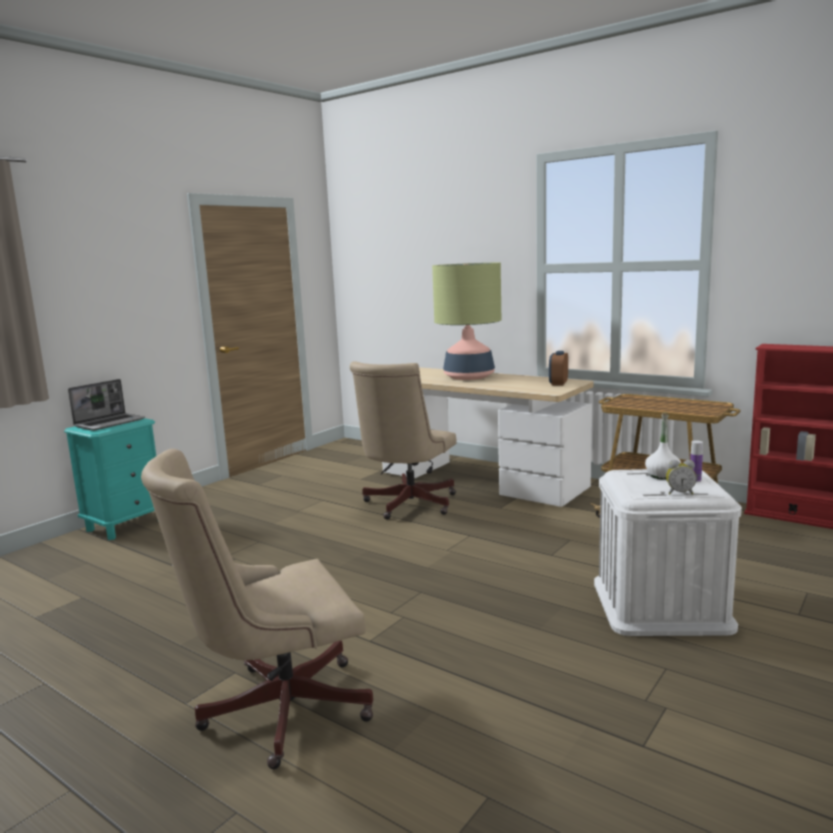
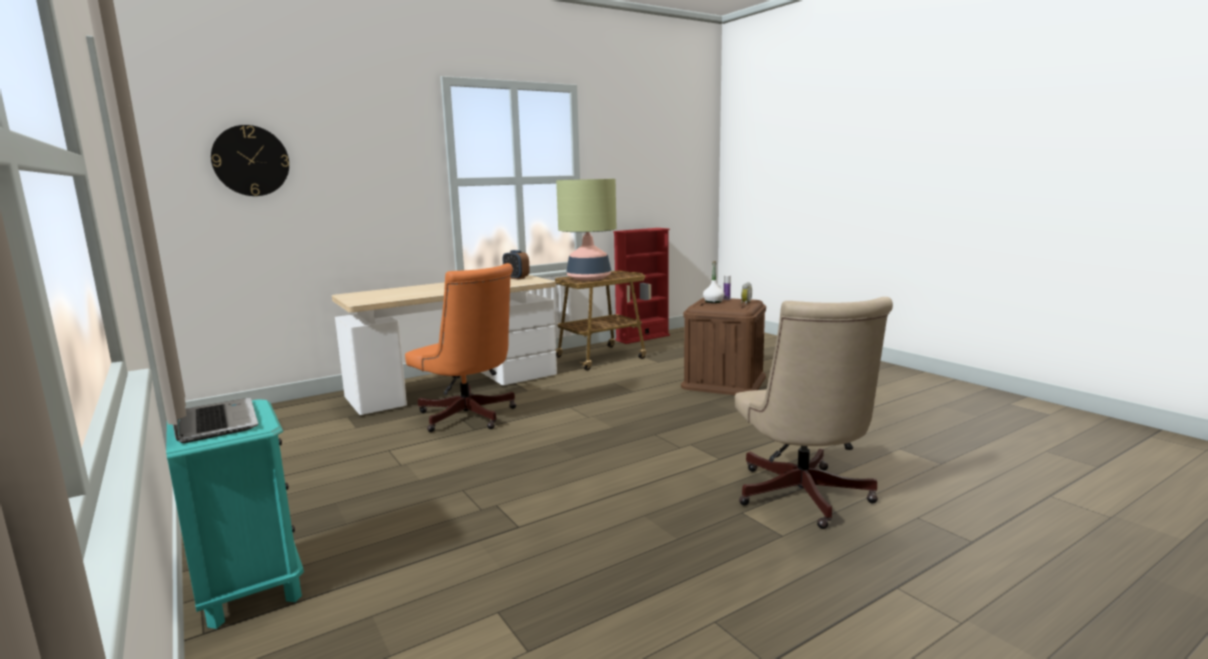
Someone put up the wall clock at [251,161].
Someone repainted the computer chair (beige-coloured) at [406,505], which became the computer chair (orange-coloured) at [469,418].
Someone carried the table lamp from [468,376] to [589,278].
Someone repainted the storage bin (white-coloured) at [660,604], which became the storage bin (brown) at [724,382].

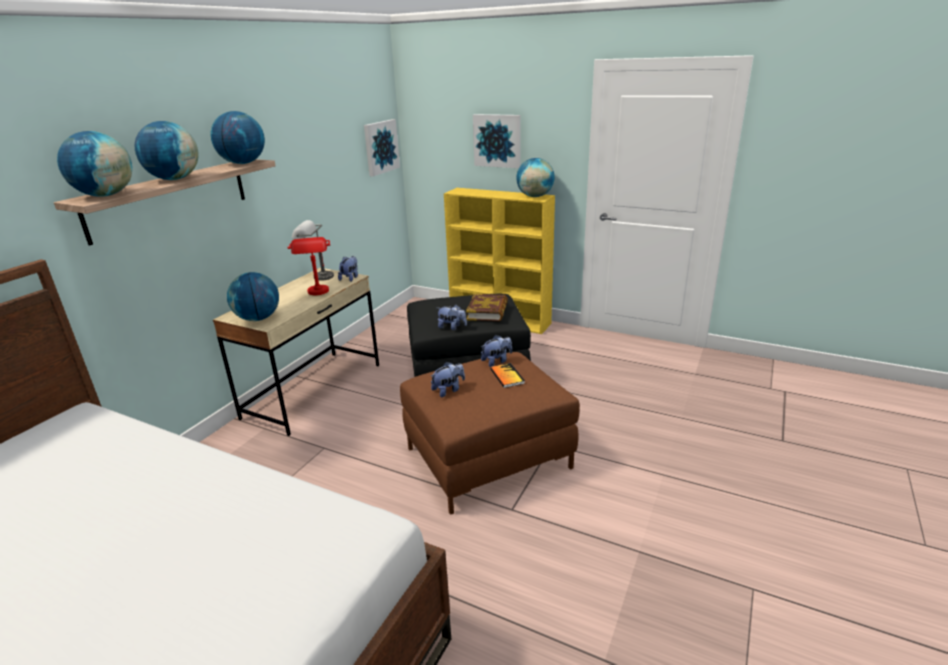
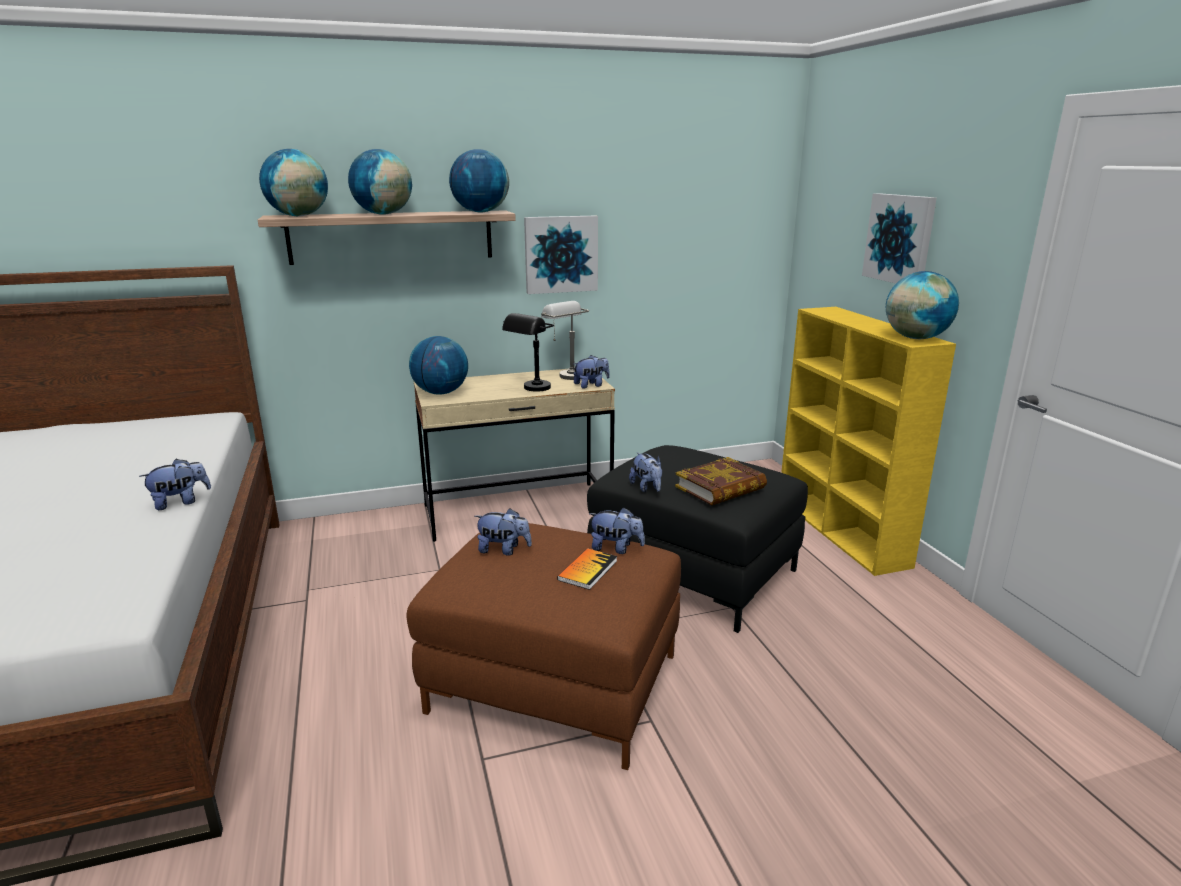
Someone put down the cuddly toy at [180,502].
Someone repainted the table lamp (red-coloured) at [318,294], which became the table lamp (black-coloured) at [531,390].
Someone carried the picture from [380,147] to [561,254].

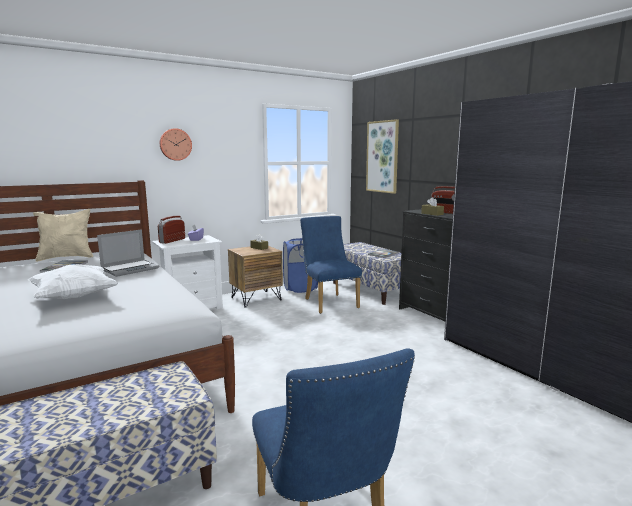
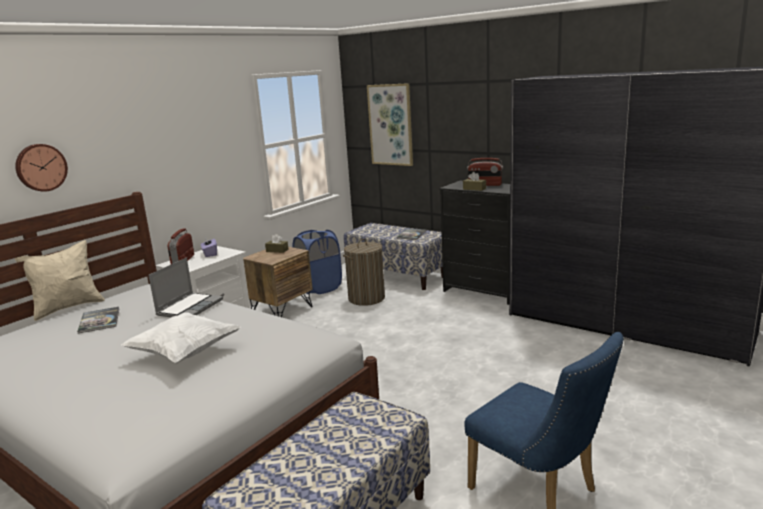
Someone carried the wall clock from [175,144] to [40,167].
Someone swapped the chair (blue) at [329,302] for the laundry basket at [366,298].

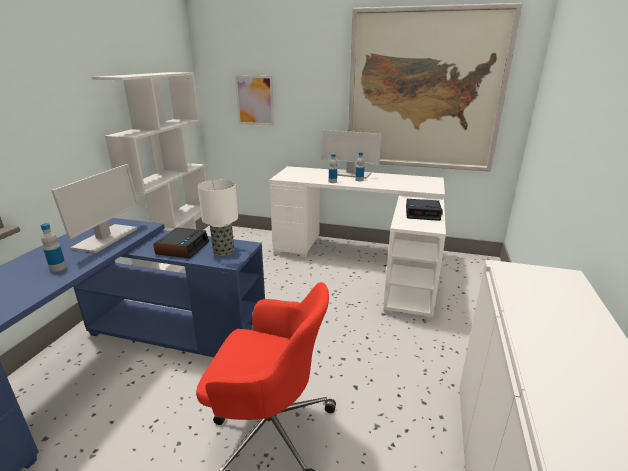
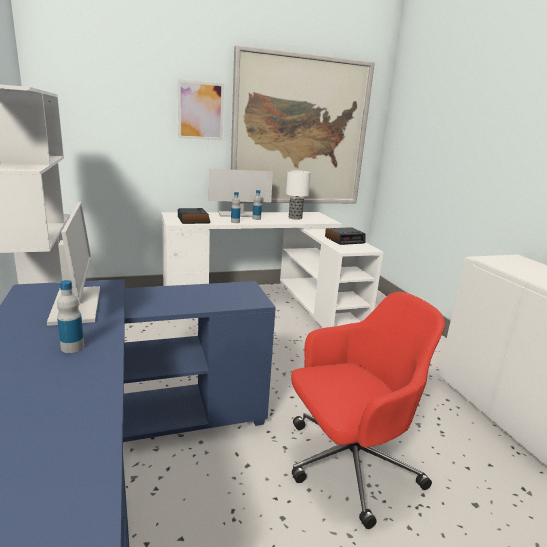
Someone carried the picture from [255,100] to [200,111].
Someone carried the alarm clock from [182,248] to [193,220].
Someone carried the table lamp from [224,251] to [295,218].

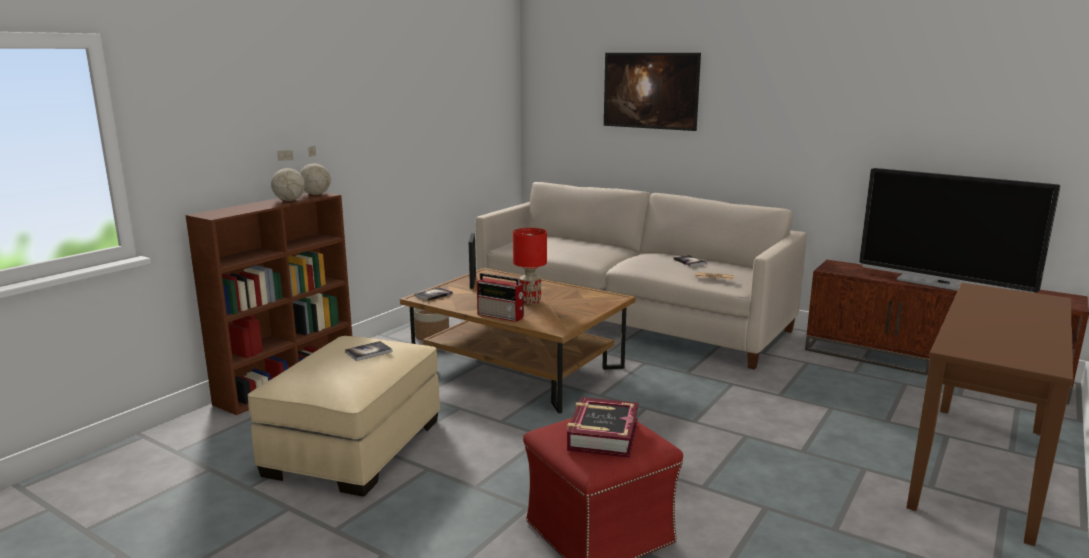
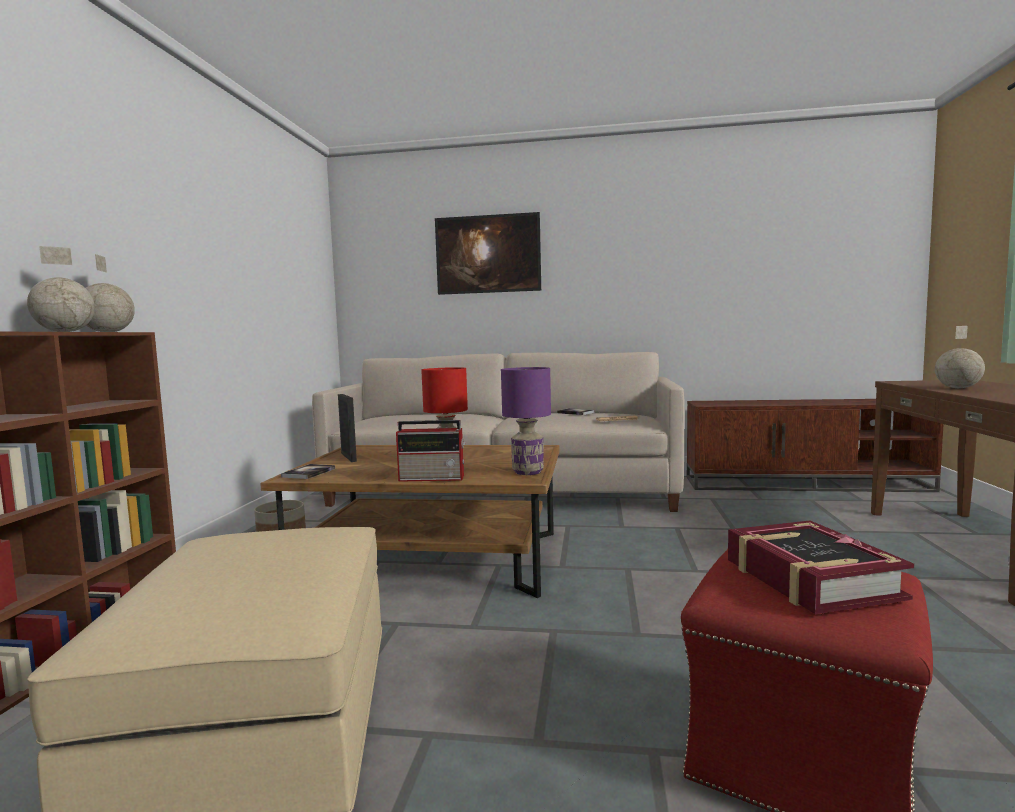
Someone put down the table lamp (purple) at [528,472].
Someone put down the desk globe at [958,388].
Someone took away the book at [368,352].
Someone took away the television at [943,284].

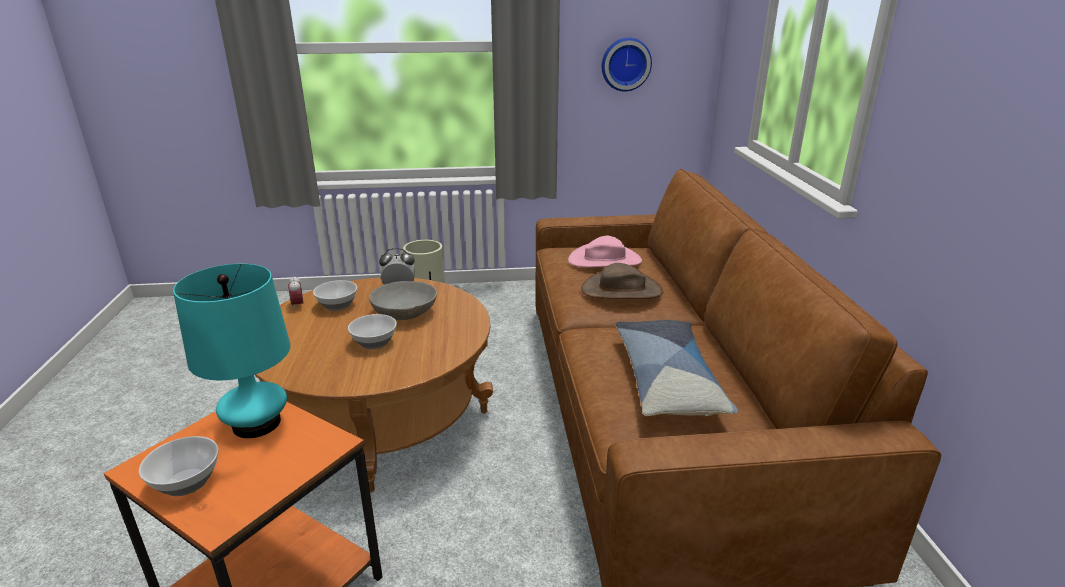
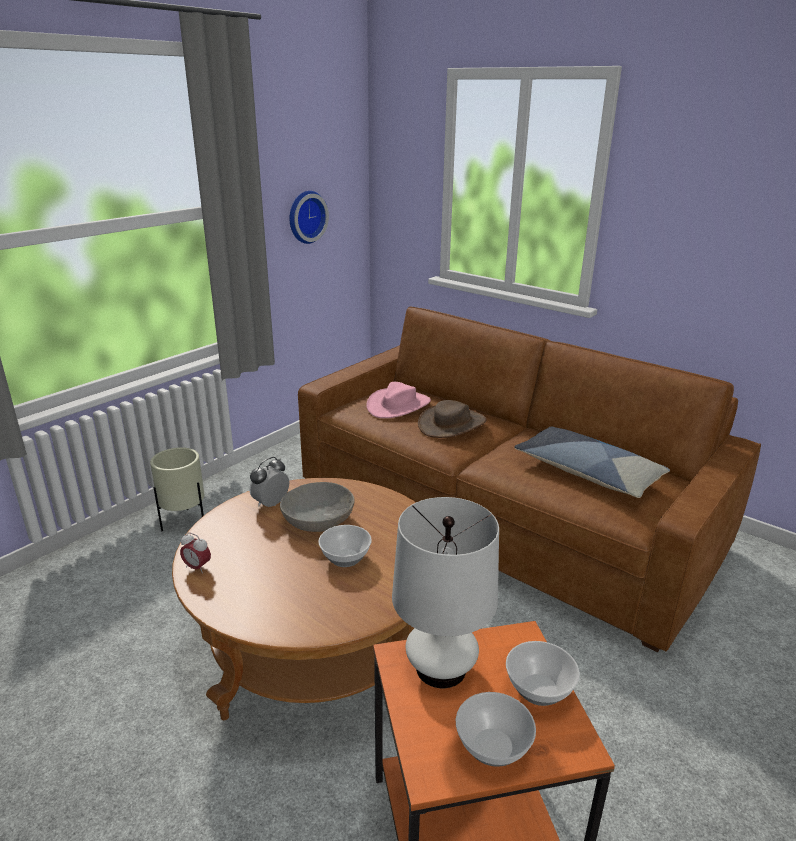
Someone repainted the table lamp (turquoise-coloured) at [256,423], which became the table lamp (white-coloured) at [440,668].
Someone carried the deep dish from [338,305] to [539,688].

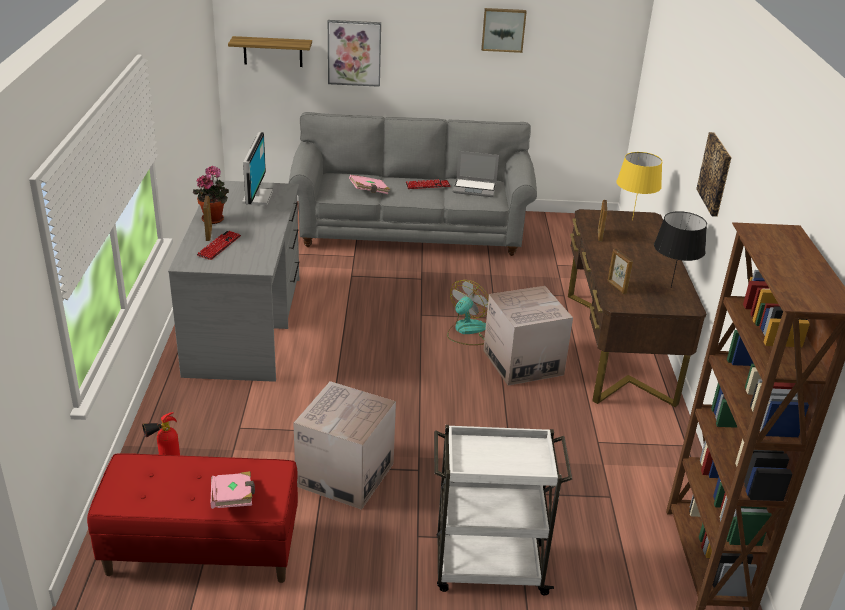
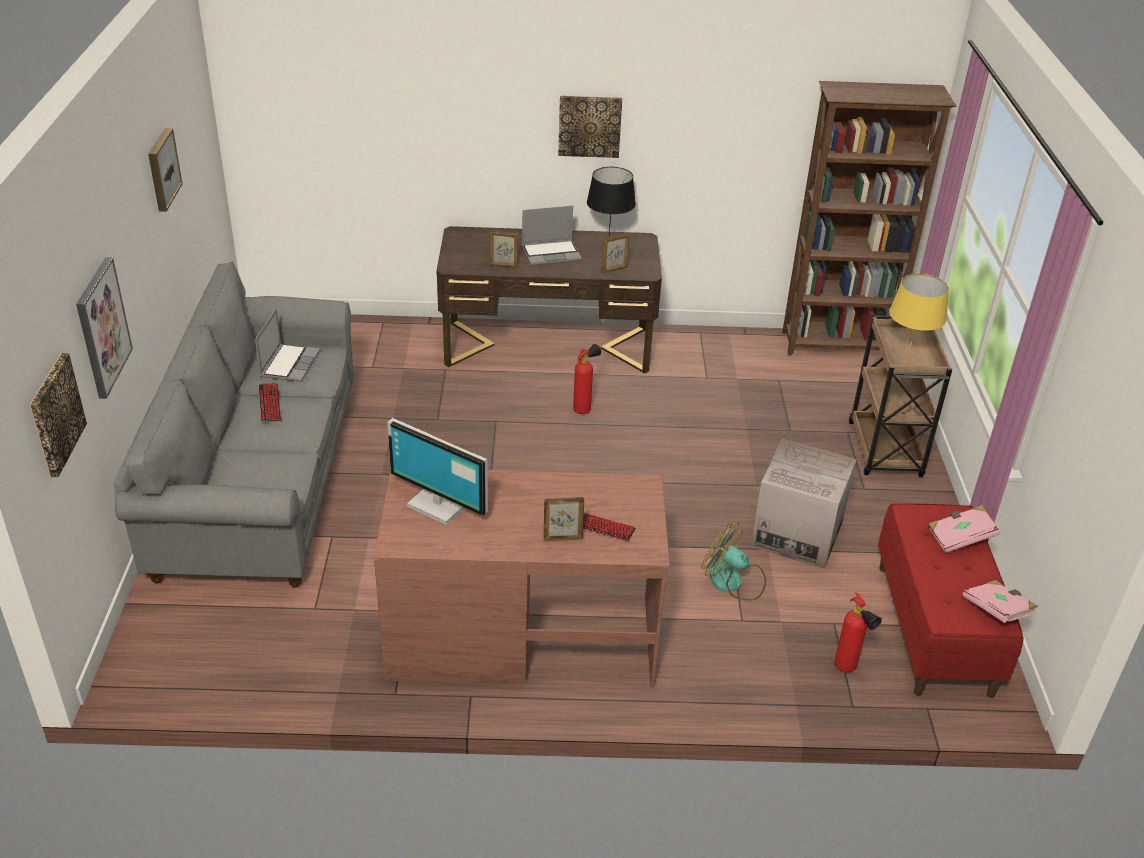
Someone swapped the shelf at [273,51] for the picture at [55,414].
Someone repainted the desk table (greyish) at [246,324], which became the desk table (brown) at [521,635].
Someone rotated the computer display at [256,197] by 150 degrees counterclockwise.
Someone put down the portable computer at [551,253].
Someone swapped the packing box at [523,362] for the fire extinguisher at [584,409].
Someone carried the fan from [466,331] to [733,581].
Someone repainted the cart (white-coloured) at [487,567], which became the cart (brown) at [885,451].
Someone carried the table lamp (yellow-coloured) from [632,220] to [907,357].
Someone carried the book (pink-coloured) from [369,191] to [997,610].
Someone took away the potted plant at [214,219].

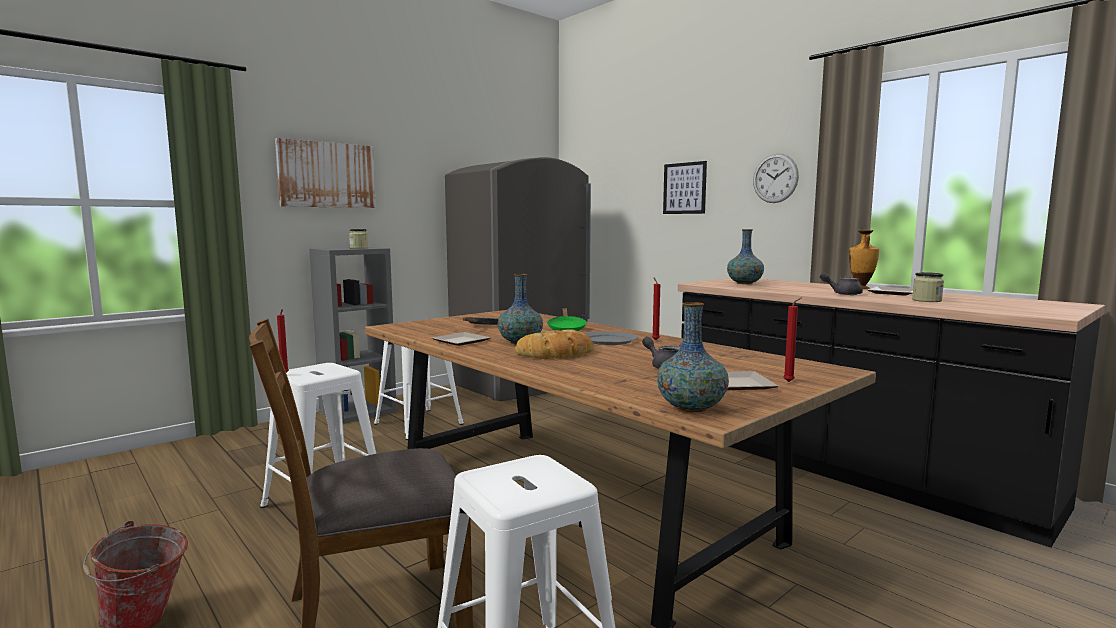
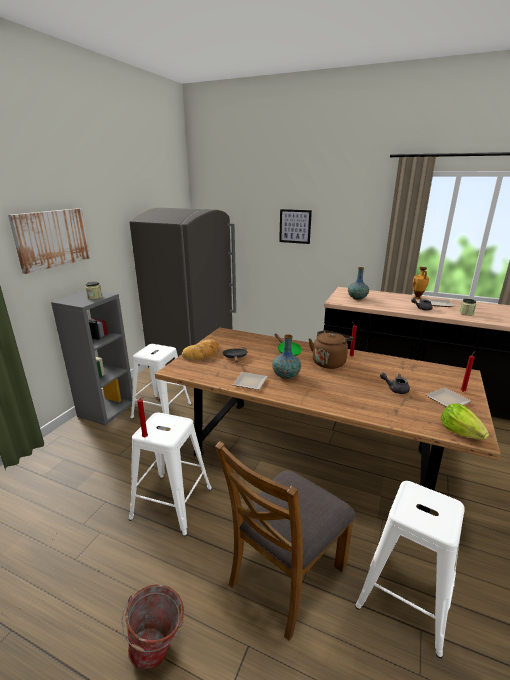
Someone carried the bread from [556,354] to [202,353].
Someone swapped the plate (greyish) at [609,340] for the kettle (brown) at [329,362].
Someone swapped the flower vase at [691,408] for the lettuce head at [460,432].
Someone took away the wall clock at [775,178].

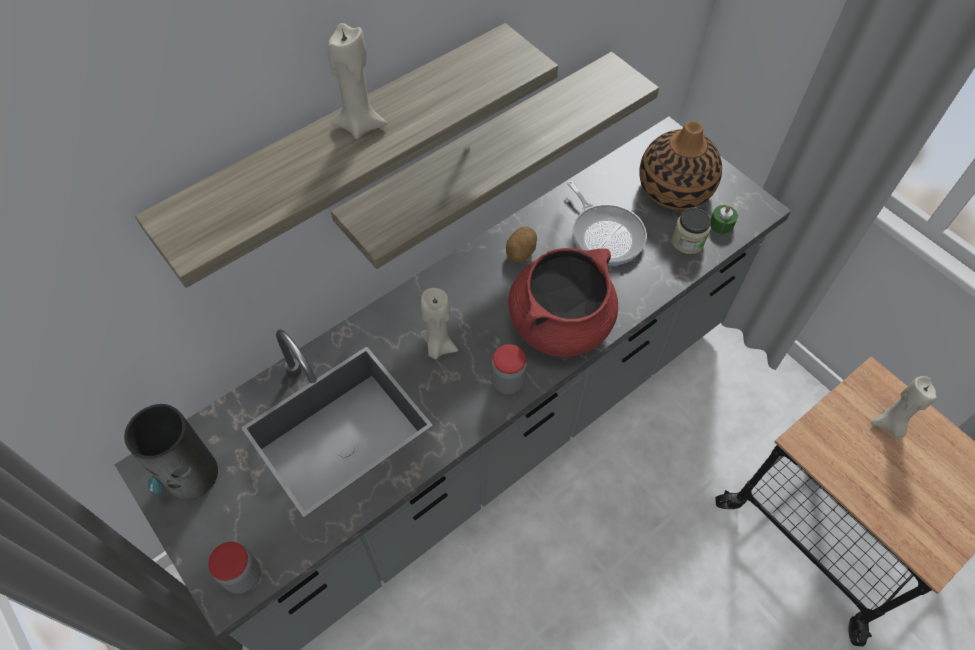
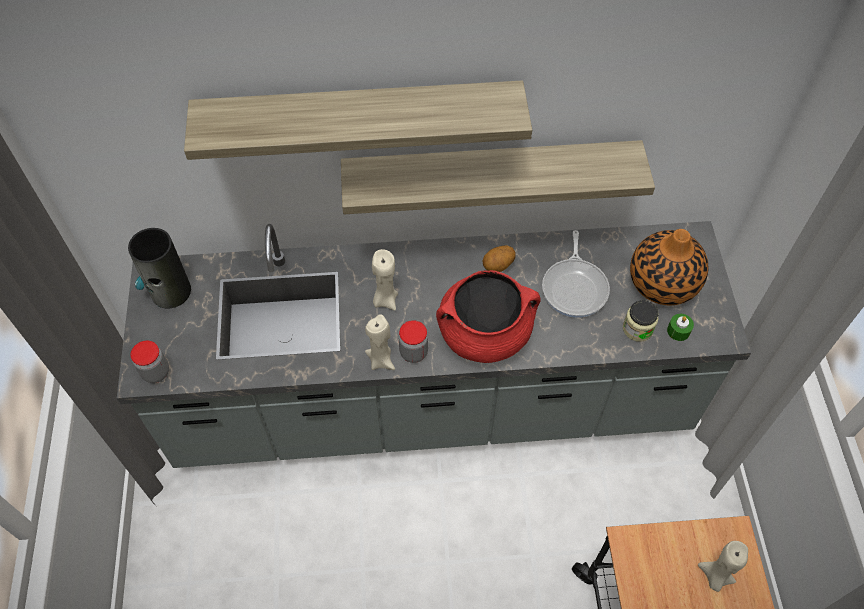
Someone carried the candle (beige-coloured) from [359,125] to [381,360].

